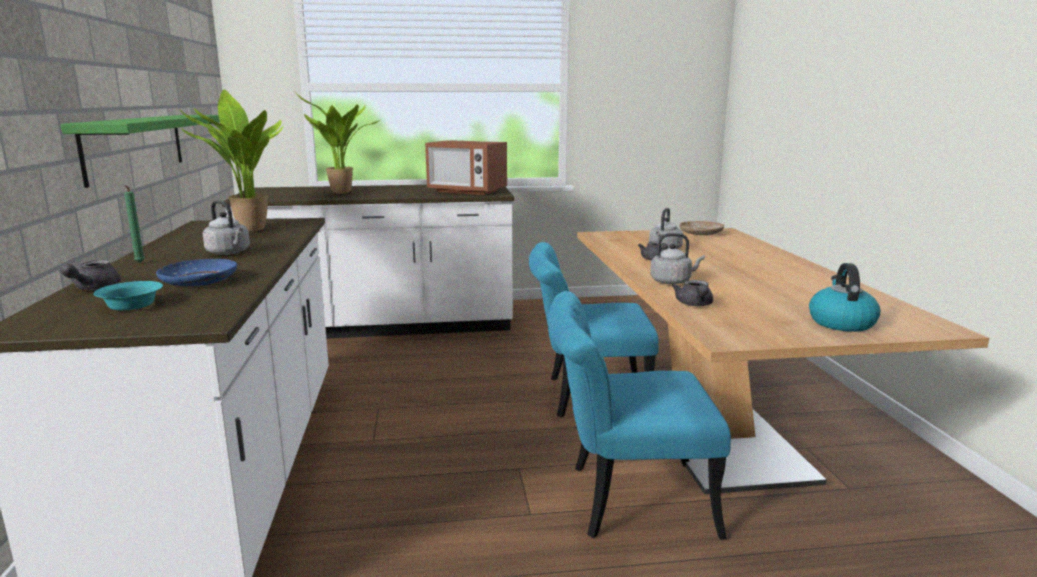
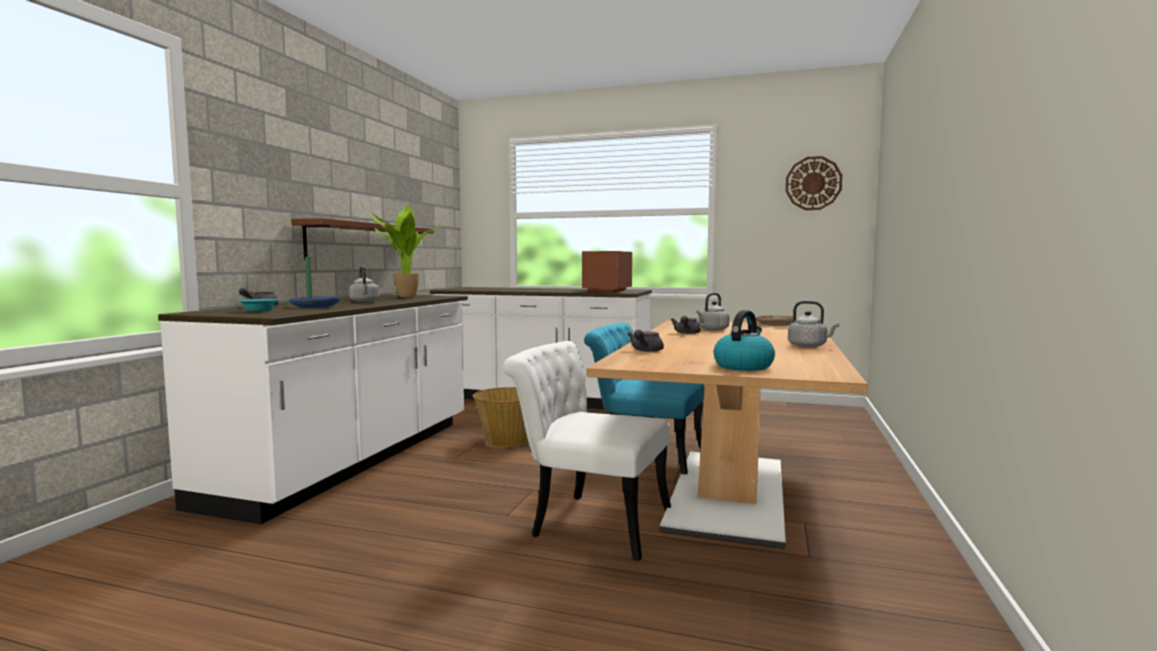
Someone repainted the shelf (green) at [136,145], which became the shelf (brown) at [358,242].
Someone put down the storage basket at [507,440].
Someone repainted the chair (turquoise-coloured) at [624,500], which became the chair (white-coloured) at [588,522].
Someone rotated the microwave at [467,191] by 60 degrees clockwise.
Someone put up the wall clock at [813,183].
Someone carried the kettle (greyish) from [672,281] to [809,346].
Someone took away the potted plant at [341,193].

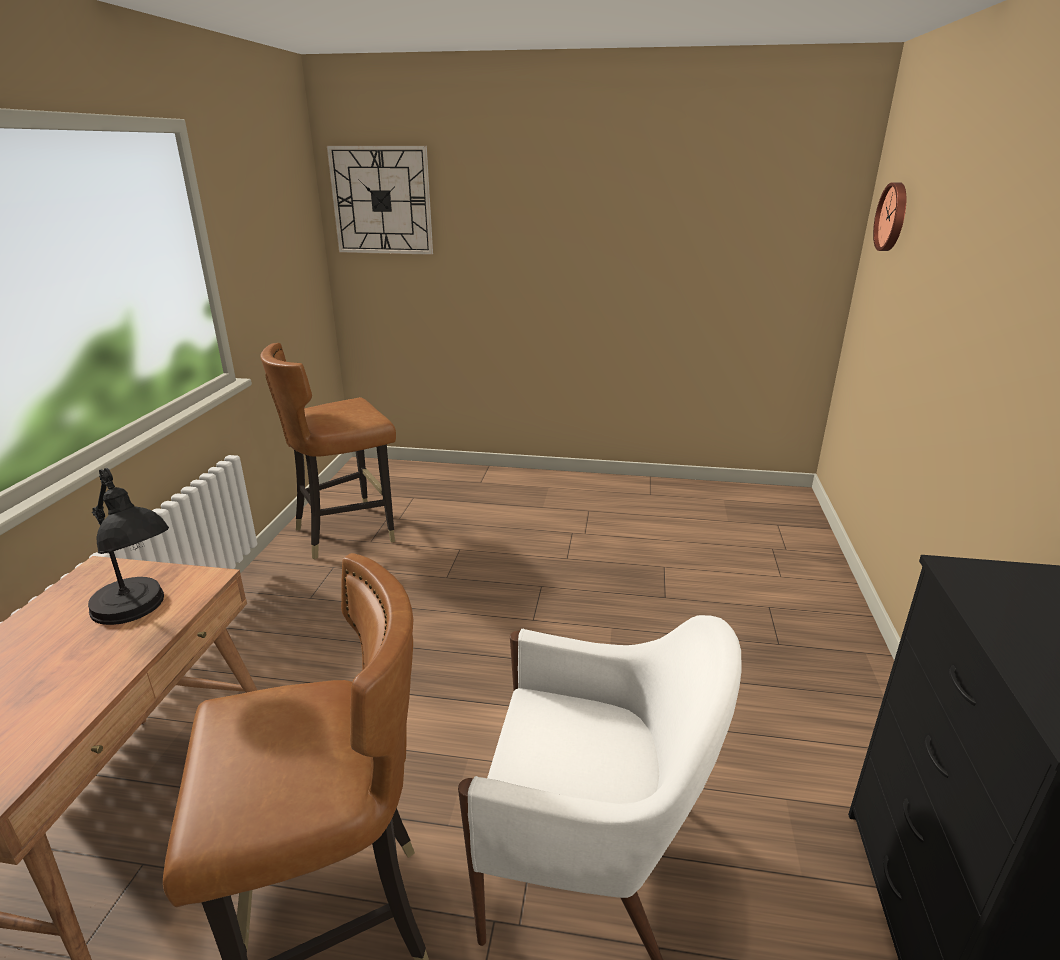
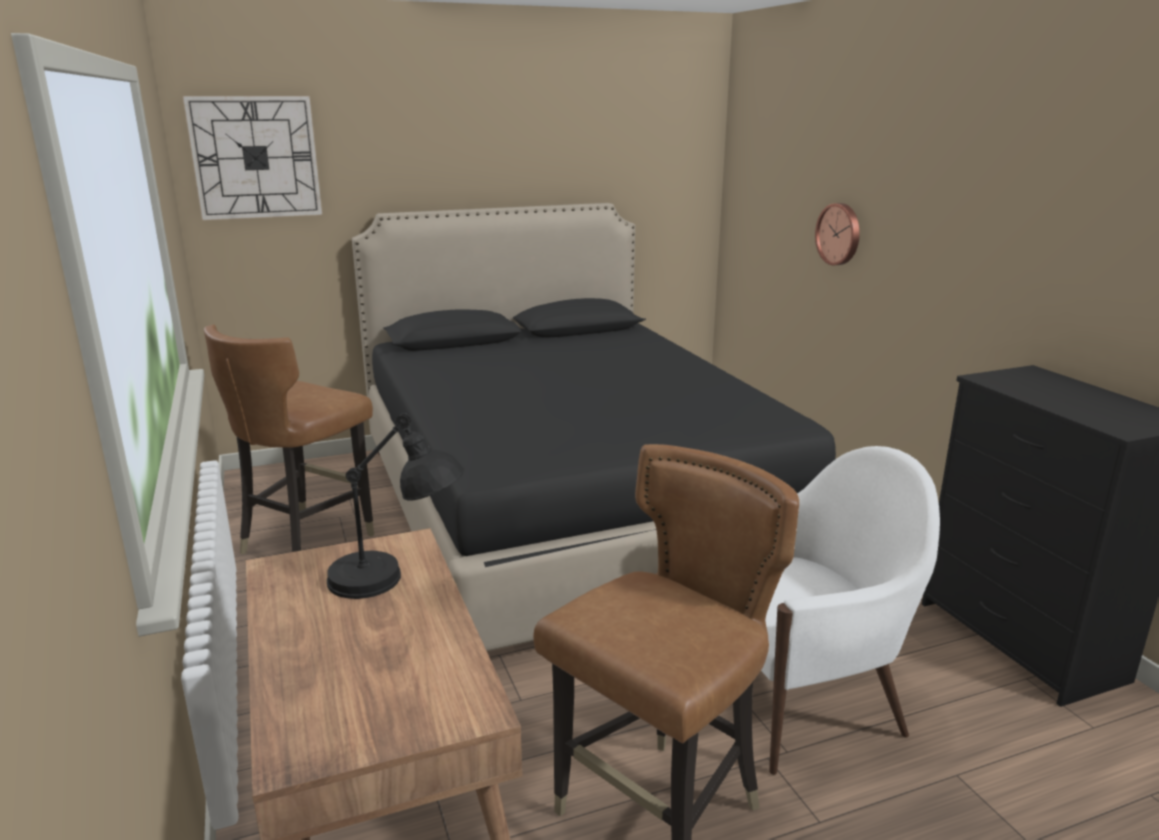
Someone put down the bedroom bed (black-coloured) at [567,510].
Someone carried the wall clock from [893,217] to [839,234].

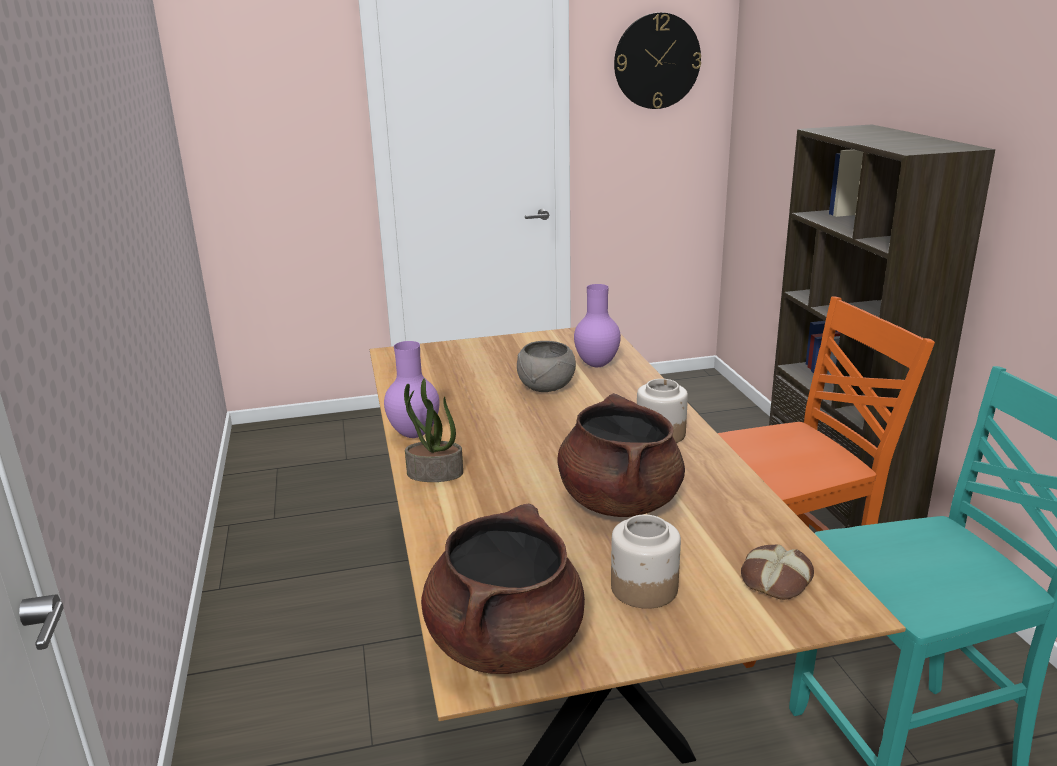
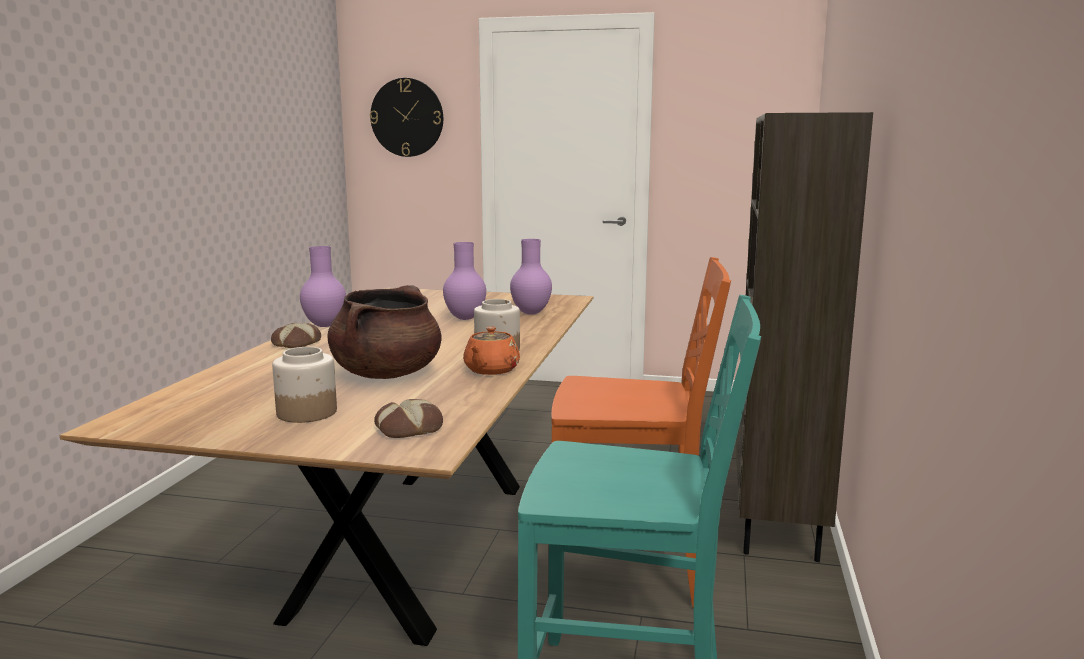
Someone swapped the potted plant at [434,474] for the bread at [296,343].
Someone carried the wall clock from [657,61] to [407,117].
Someone swapped the deep dish (greyish) at [545,387] for the flower vase (purple) at [465,318].
Someone put down the tea pot (orange-coloured) at [491,370].
Someone took away the saucepot (brown) at [505,643].

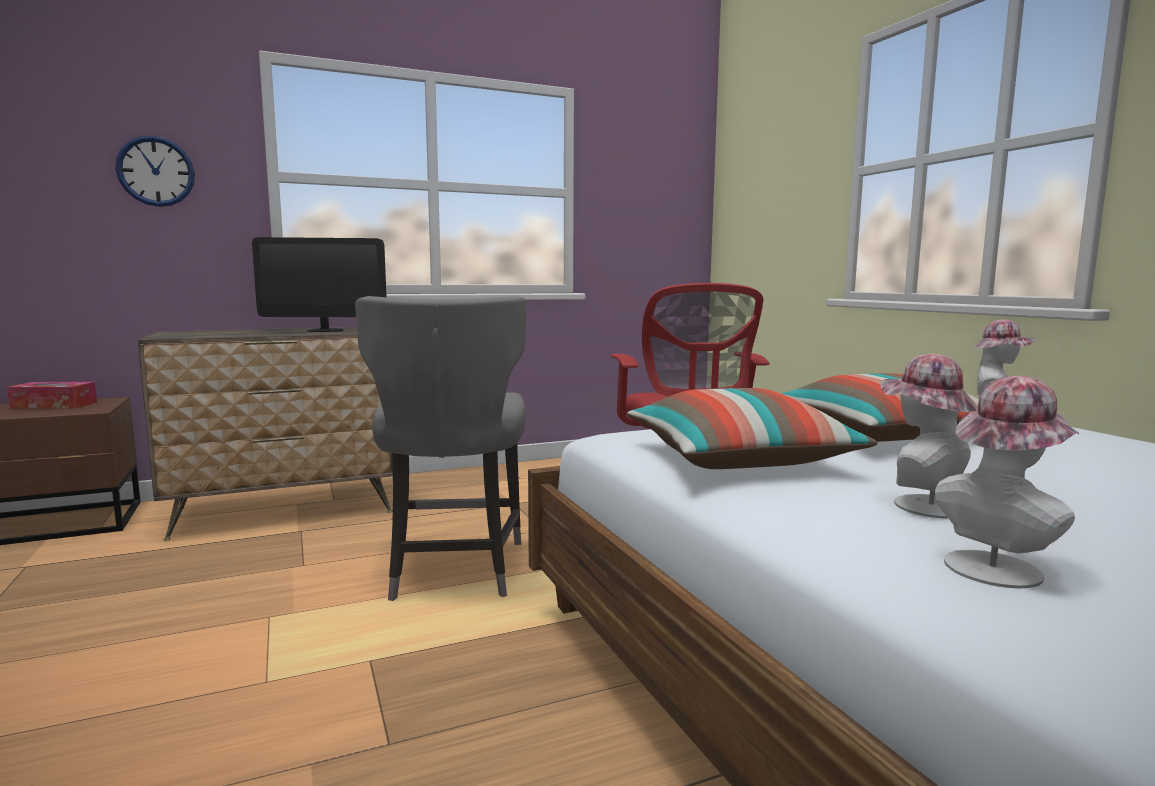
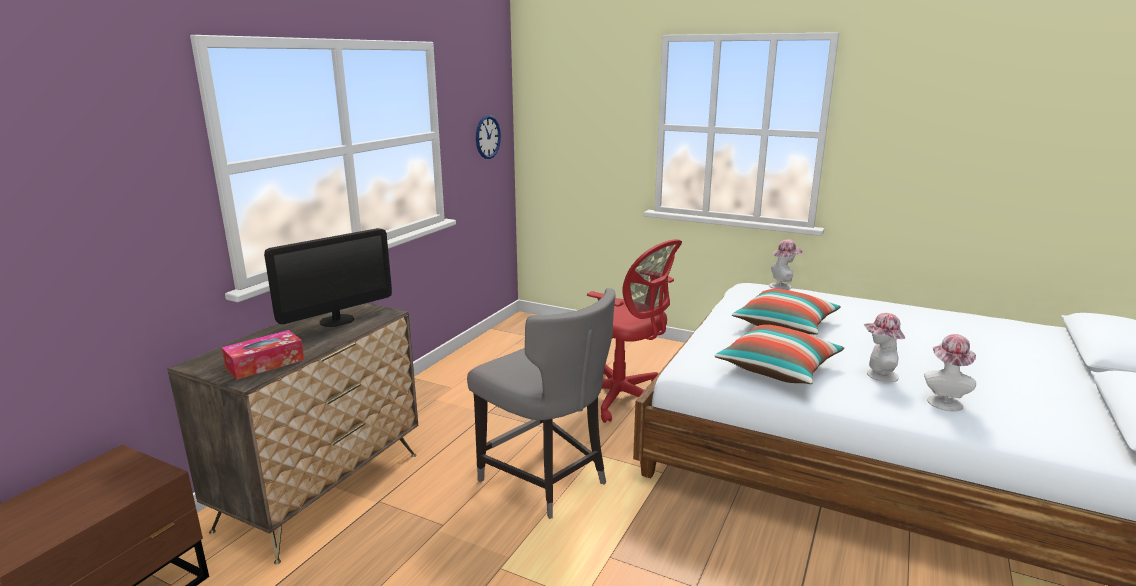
Someone carried the tissue holder from [54,405] to [265,364].
Someone carried the wall clock from [156,171] to [487,137].

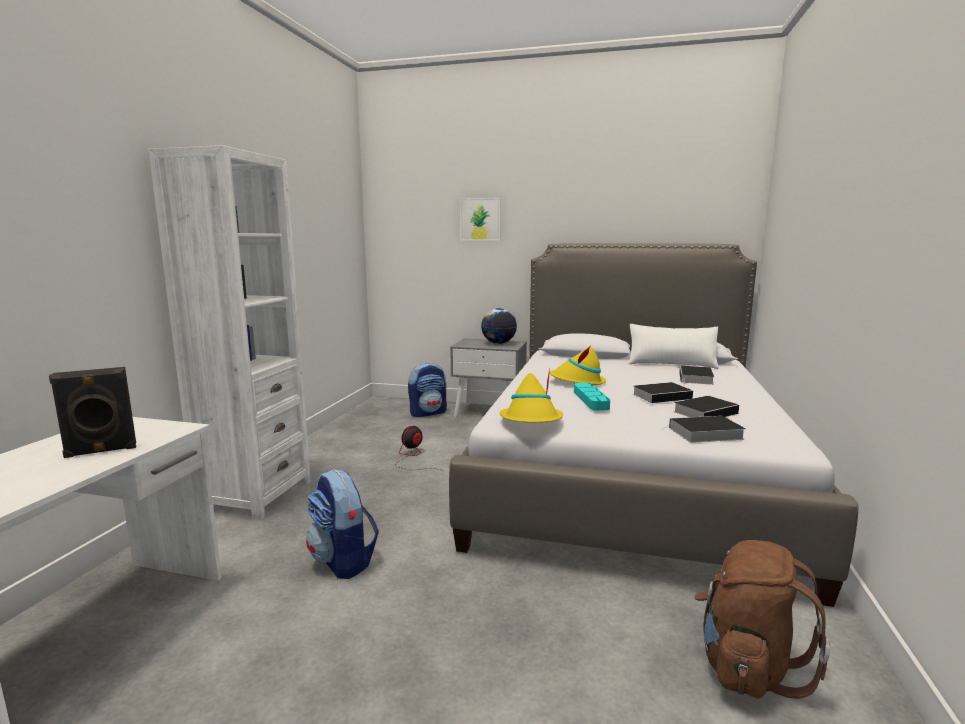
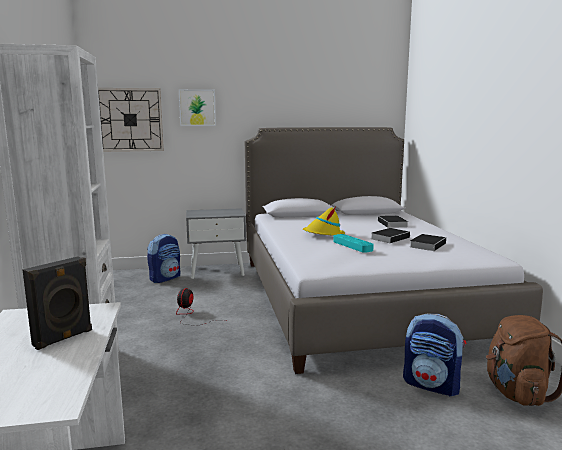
Someone put up the wall clock at [130,120].
Someone carried the rucksack from [343,561] to [432,385].
Someone took away the desk globe at [498,343].
Someone took away the hat (yellow-coloured) at [531,420].
Someone took away the throw pillow (white-coloured) at [671,364].
Someone took away the book at [704,433].

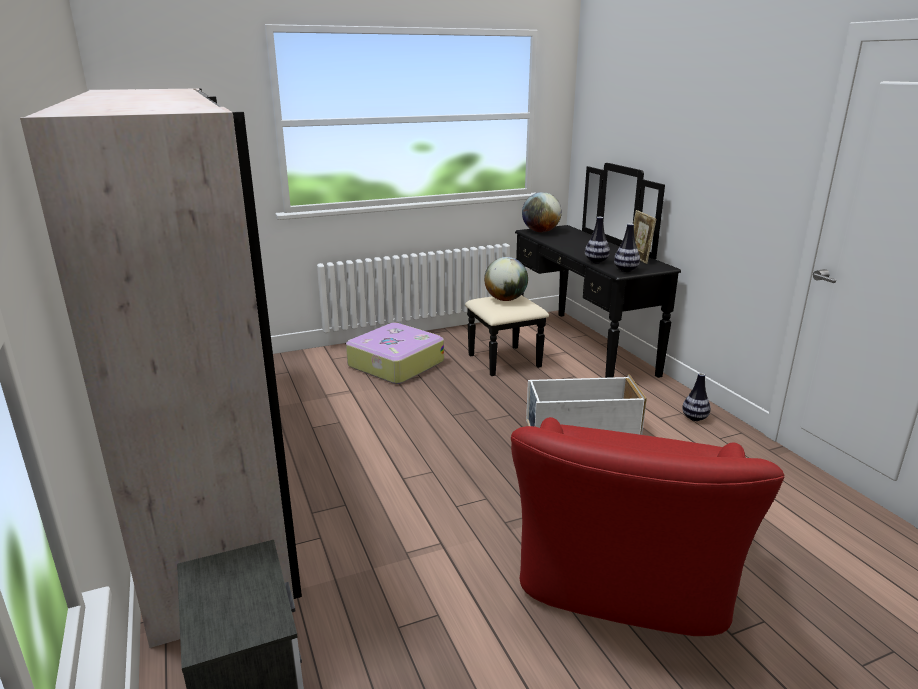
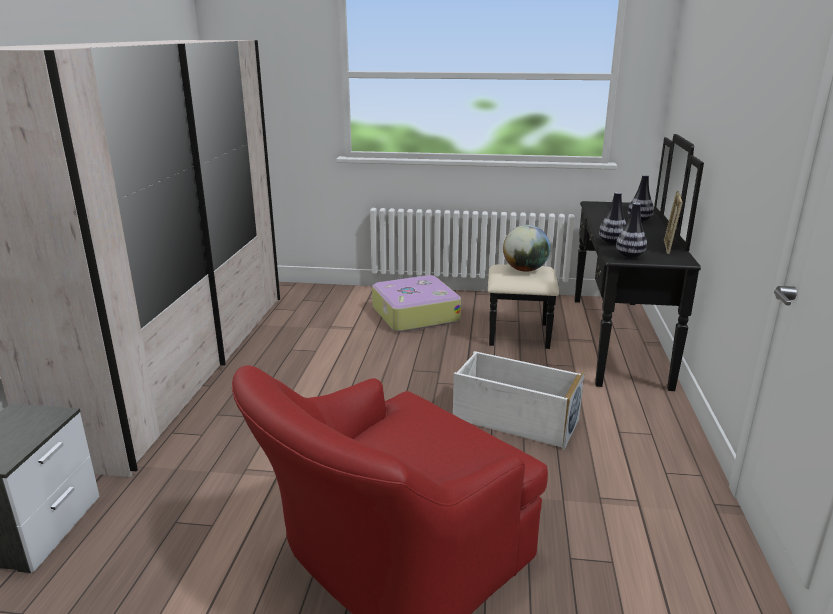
Someone carried the flower vase from [694,418] to [639,221].
Someone took away the desk globe at [540,231].

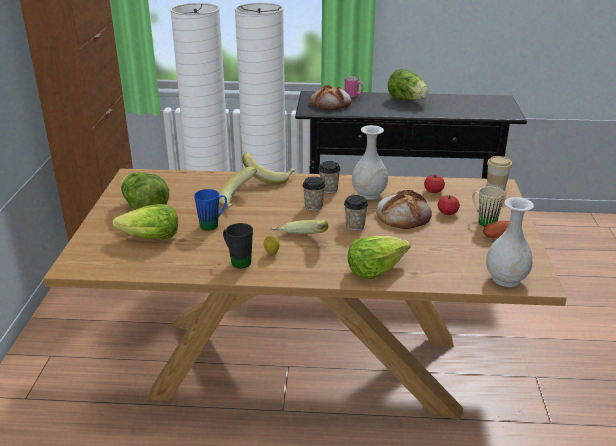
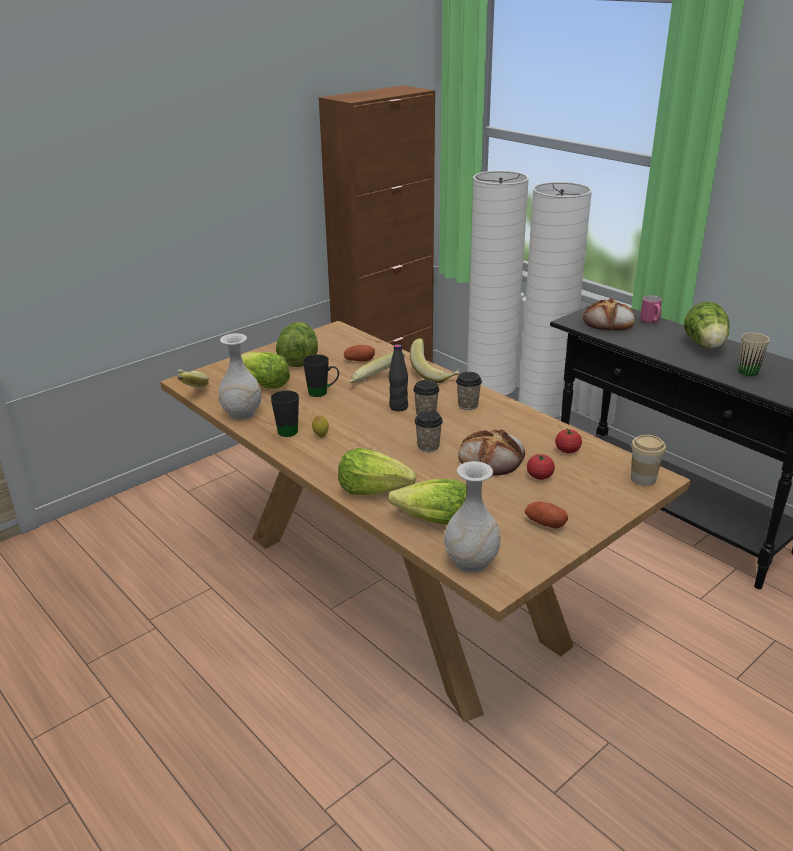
Someone carried the banana from [299,241] to [188,389].
Someone carried the flower vase (white-coloured) from [369,195] to [242,414].
Someone repainted the coffee mug (blue) at [213,224], which became the coffee mug (black-coloured) at [322,393].
Someone put down the spud at [359,361].
Someone put down the lettuce head at [433,520].
Someone put down the beverage bottle (black-coloured) at [398,407].
Someone carried the coffee mug (beige-coloured) from [483,221] to [746,369].

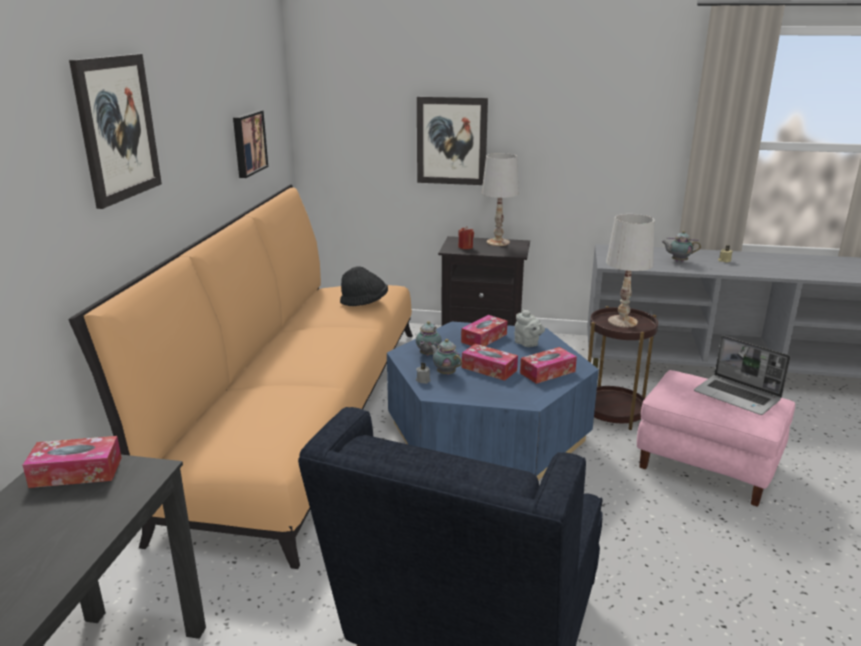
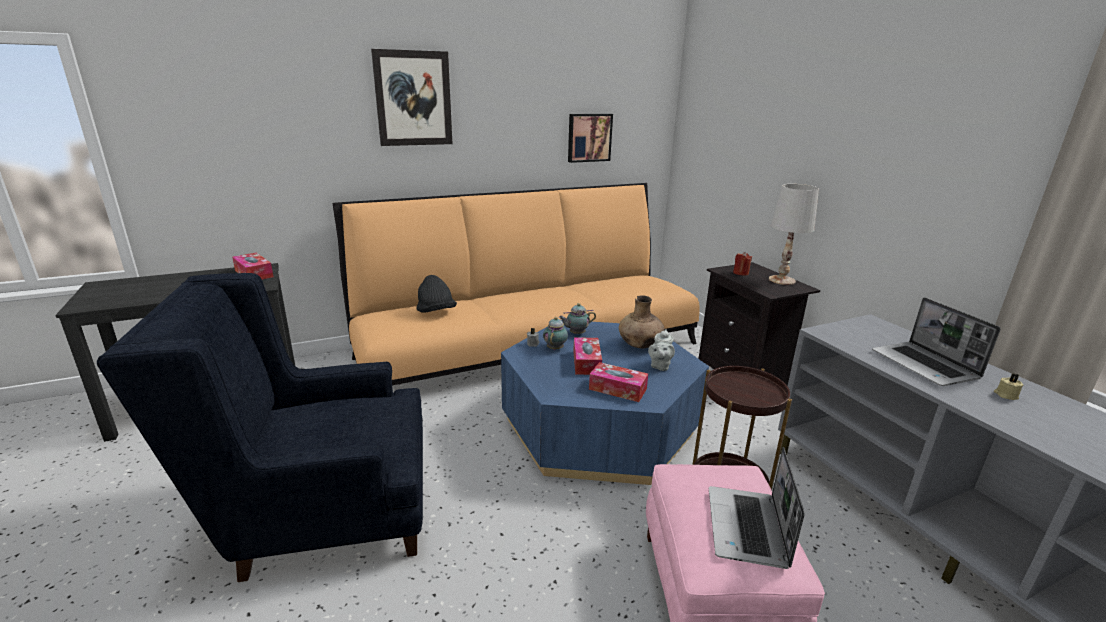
Someone carried the hat (black-coloured) from [364,303] to [436,312].
Someone swapped the tissue holder at [484,338] for the flower vase (brown) at [640,345].
Someone swapped the tea pot at [678,261] for the portable computer at [925,365].
Someone took away the picture at [451,141].
Someone took away the table lamp (white-coloured) at [622,321].

